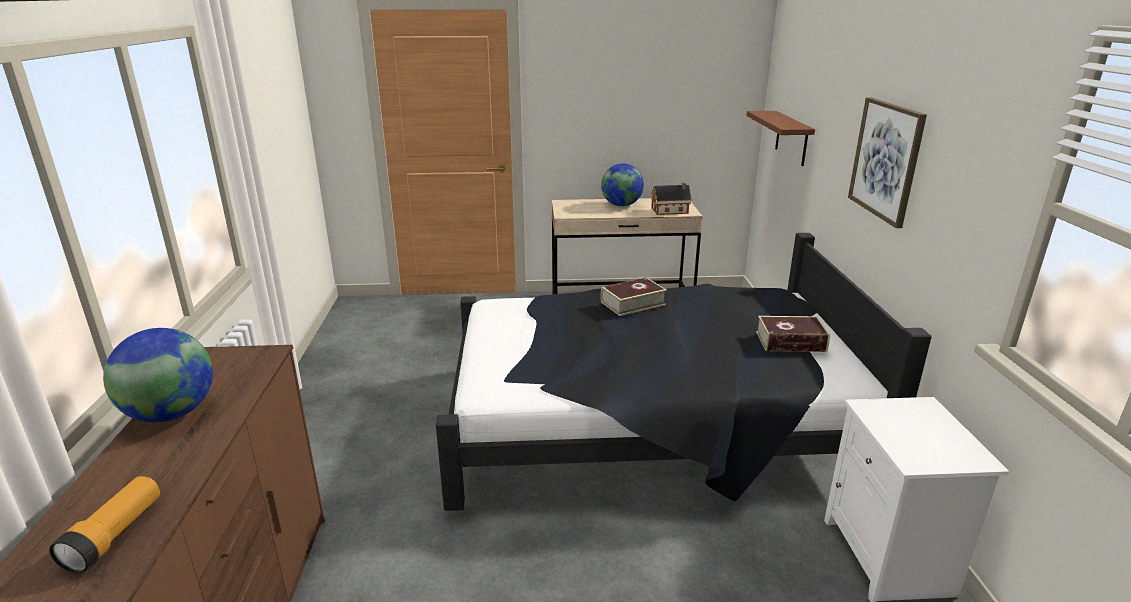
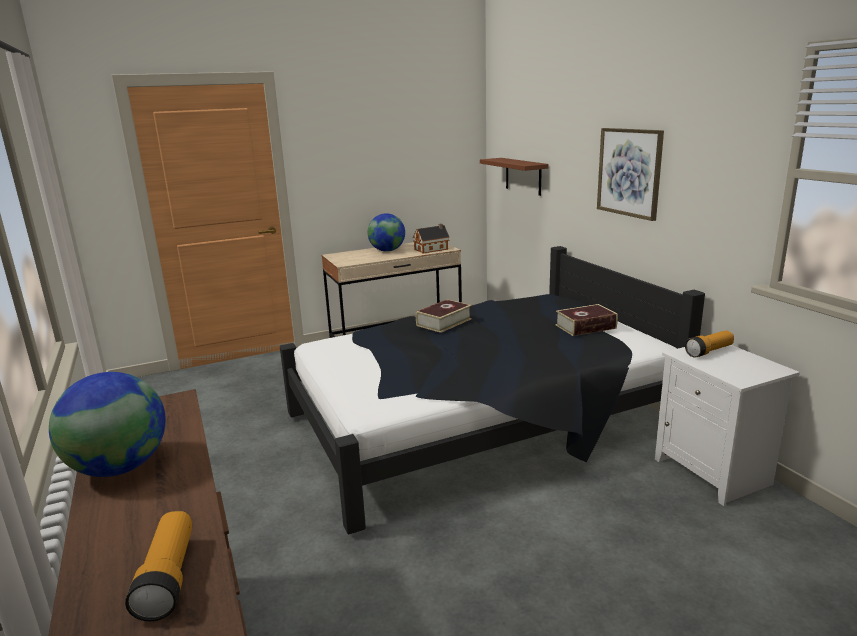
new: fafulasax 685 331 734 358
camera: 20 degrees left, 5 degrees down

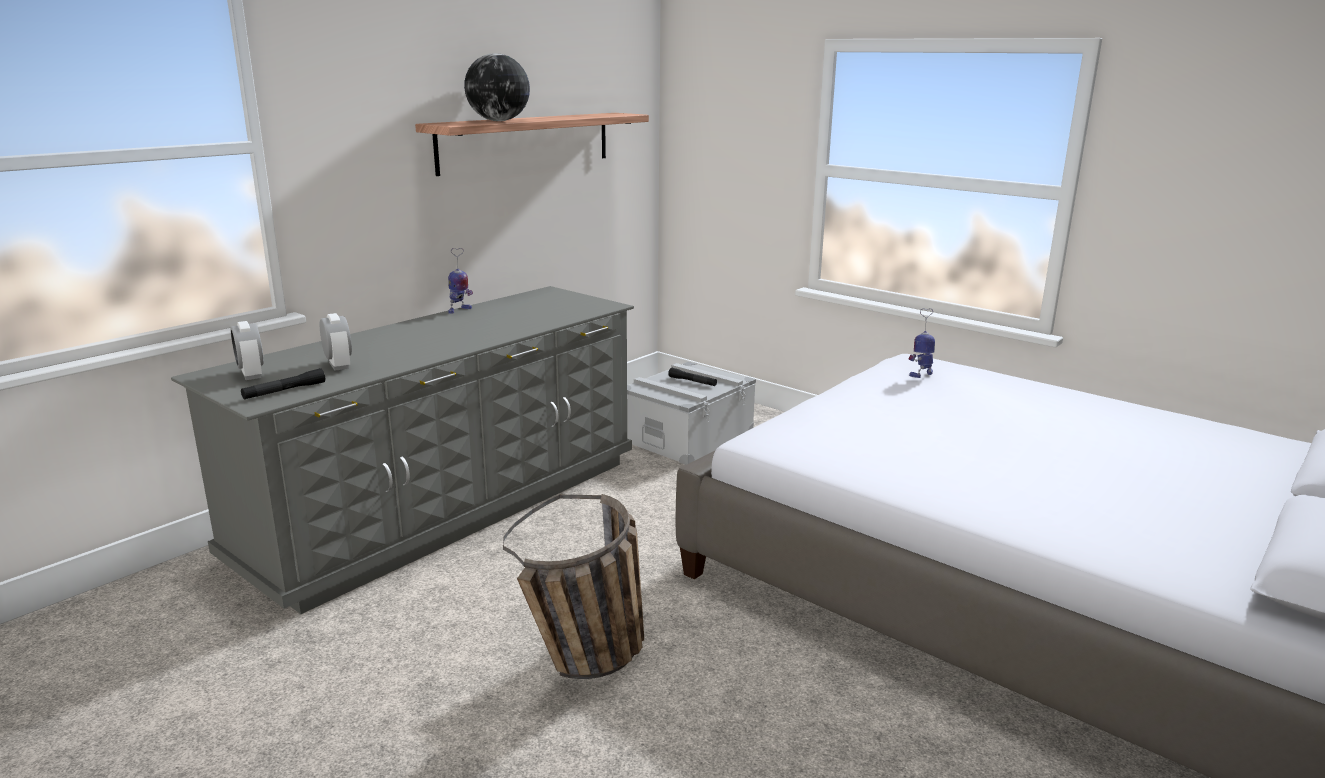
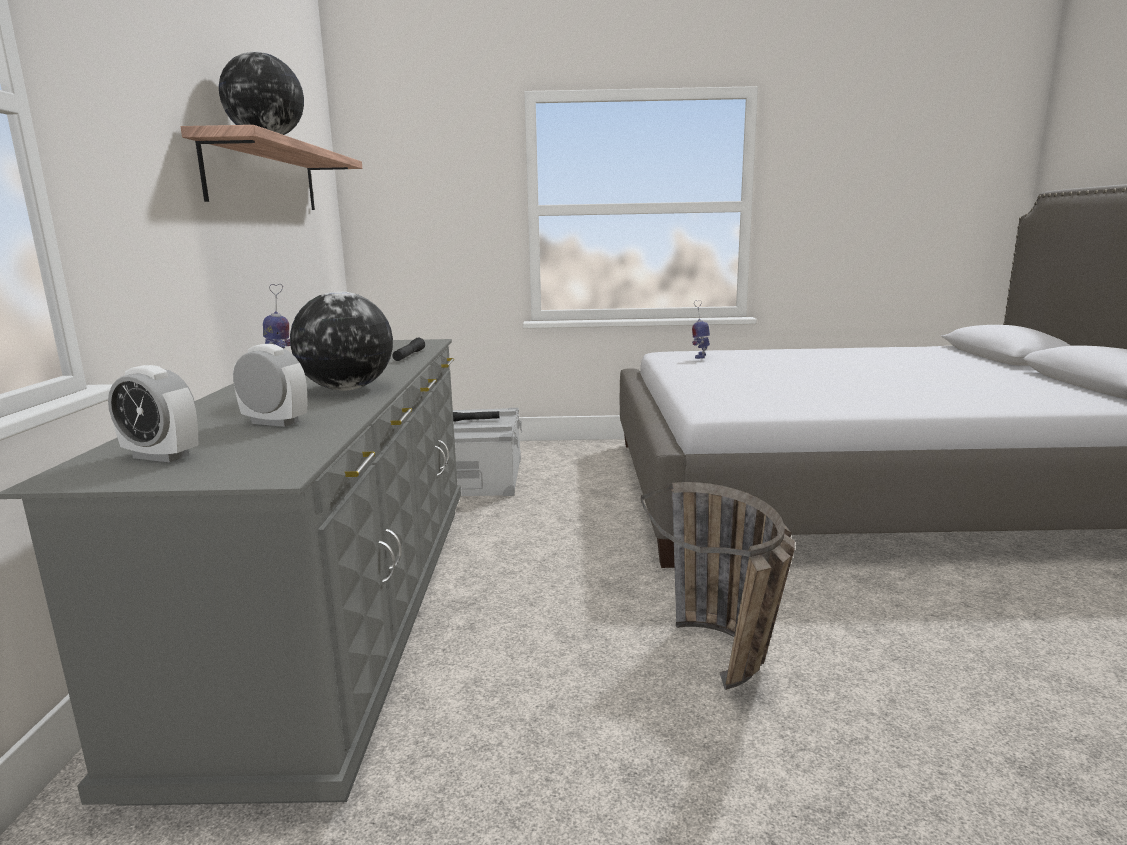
new: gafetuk 290 291 393 391
shifted: black_fafulasax 241 368 325 400 to 392 338 425 361
camera: 40 degrees left, 5 degrees down

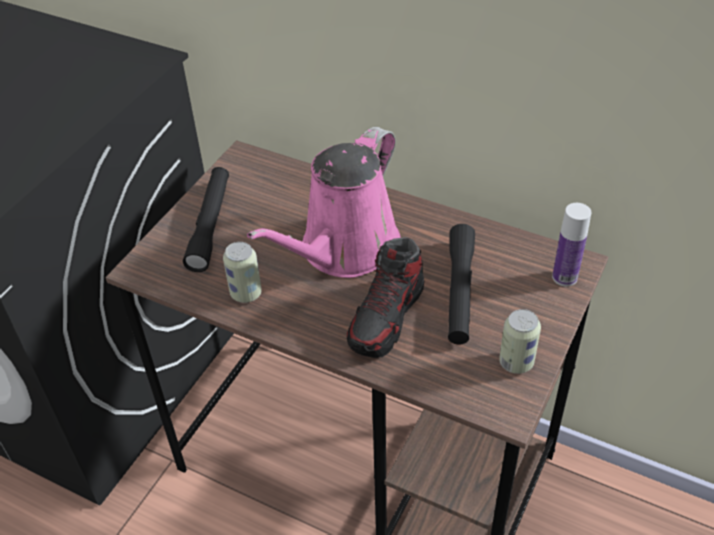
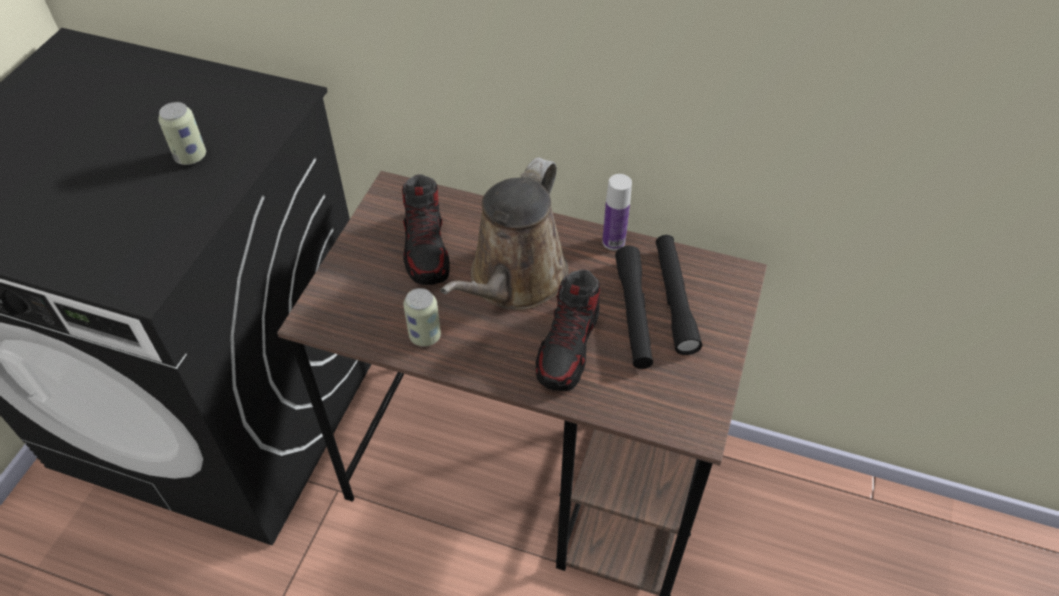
new: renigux 402 174 450 285
shifted: black_fafulasax 183 167 229 272 to 656 235 702 355; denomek 552 203 591 287 to 602 174 632 250; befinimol 499 309 541 374 to 158 102 206 165
repainted: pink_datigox 247 127 401 278 to brown_datigox 440 157 568 310
camera: 10 degrees left, 5 degrees up

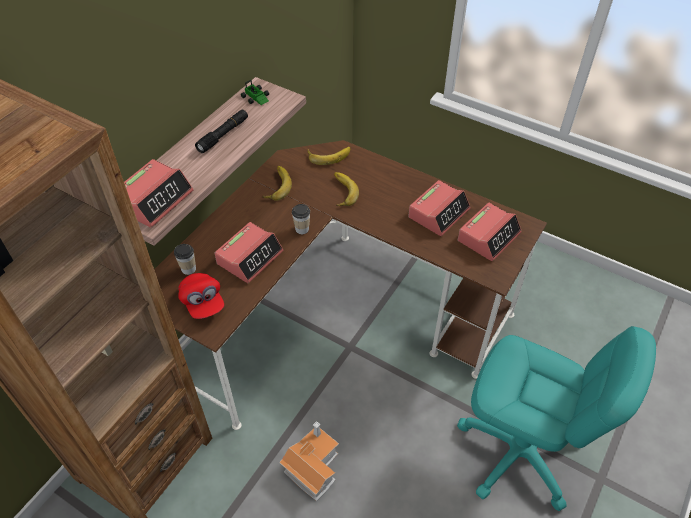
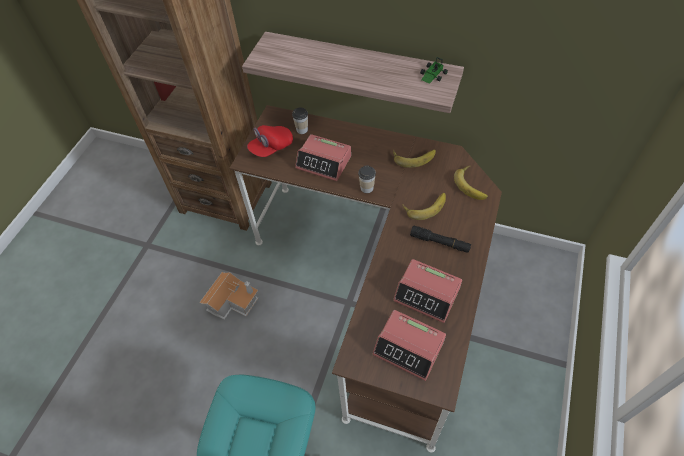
gone: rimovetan 124 159 194 228
shifted: black_fafulasax 195 110 248 153 to 410 226 471 253
camera: 80 degrees right, 5 degrees up

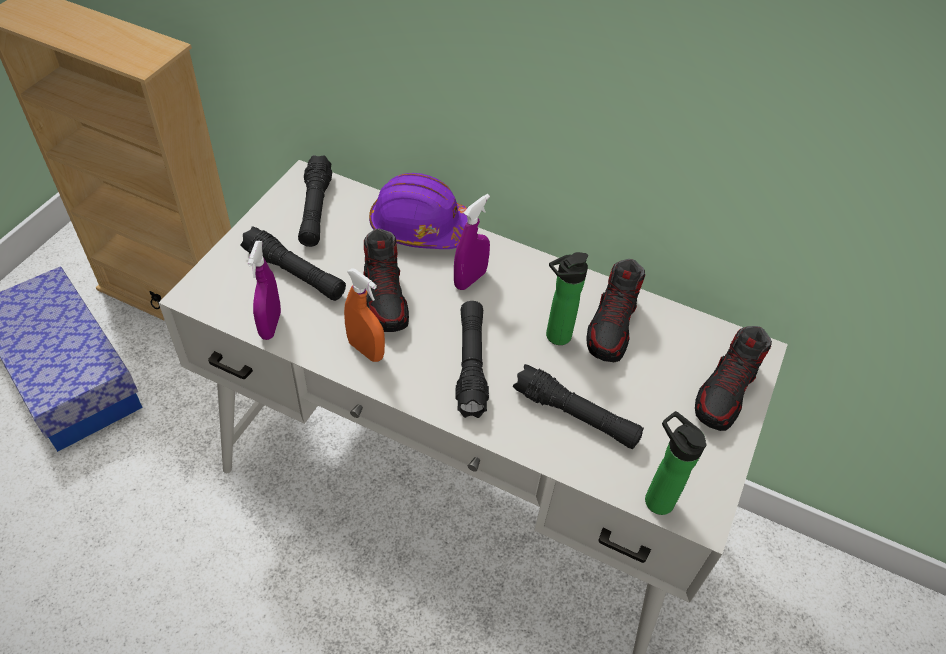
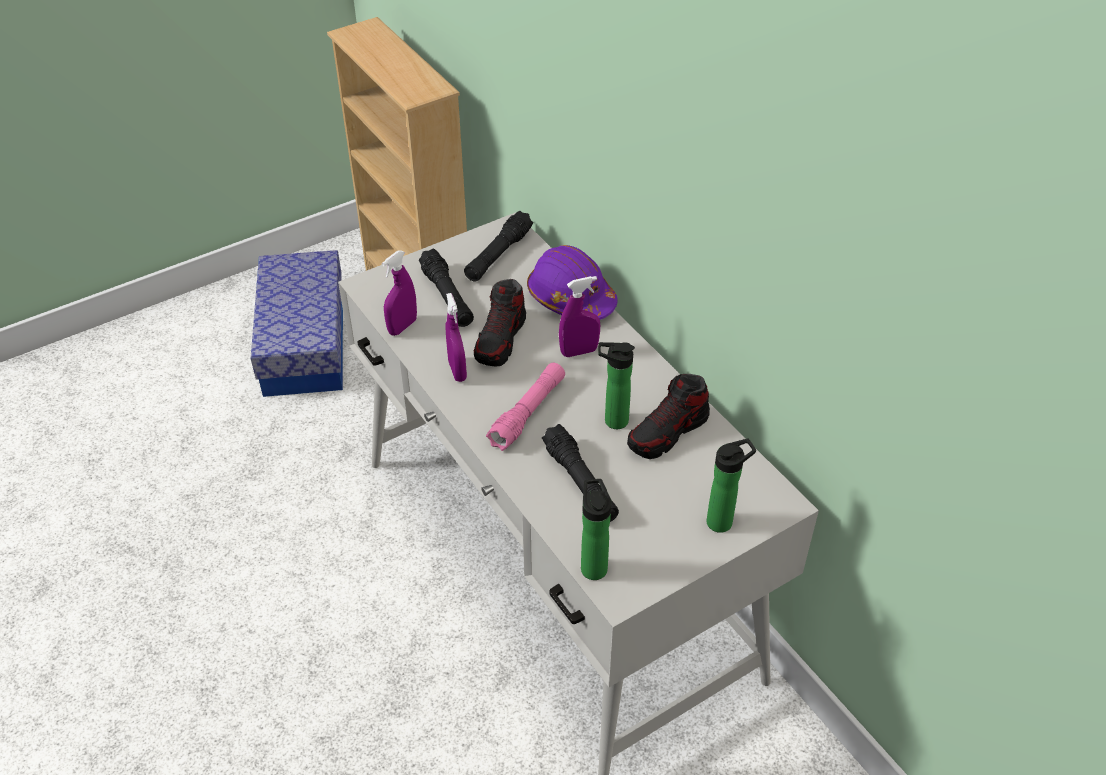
swapped: renigux 695 326 772 431 to denomek 707 439 756 533
repainted: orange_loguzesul 344 268 385 362 to purple_loguzesul 446 293 467 382; black_fafulasax 455 301 489 418 to pink_fafulasax 486 363 565 451
camera: 35 degrees right, 5 degrees down

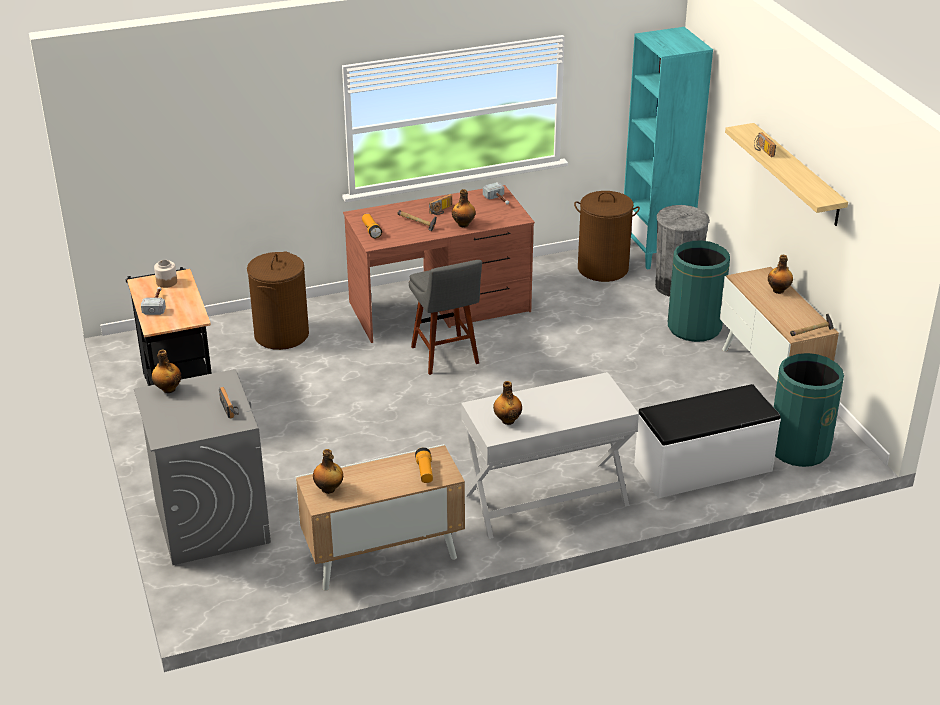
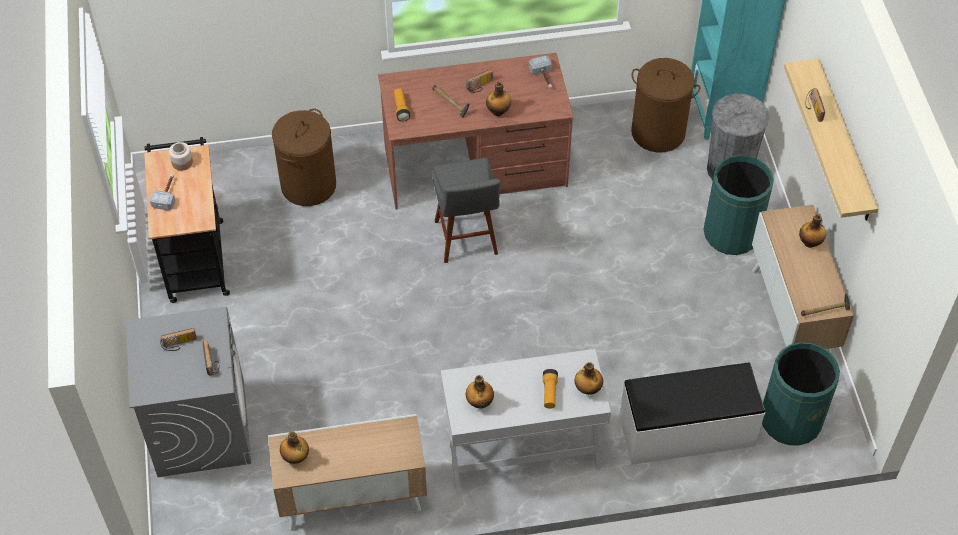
new: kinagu 160 328 197 351
shifted: denomek 152 350 181 393 to 575 362 603 395; fafulasax 415 447 433 483 to 543 369 558 408
camera: 10 degrees right, 20 degrees up

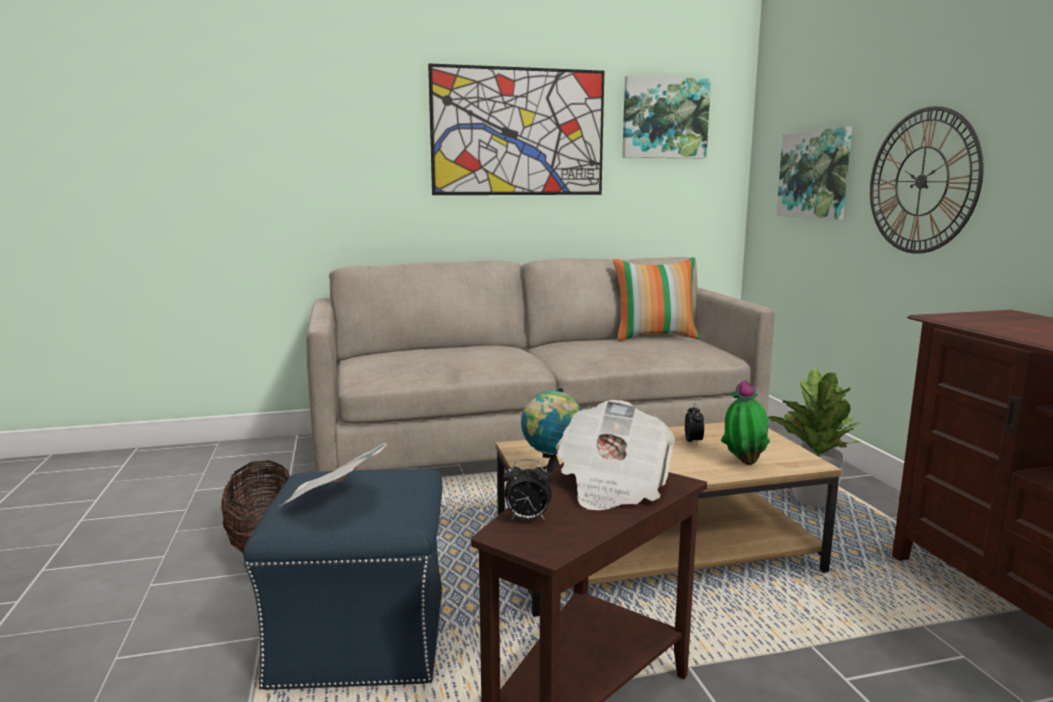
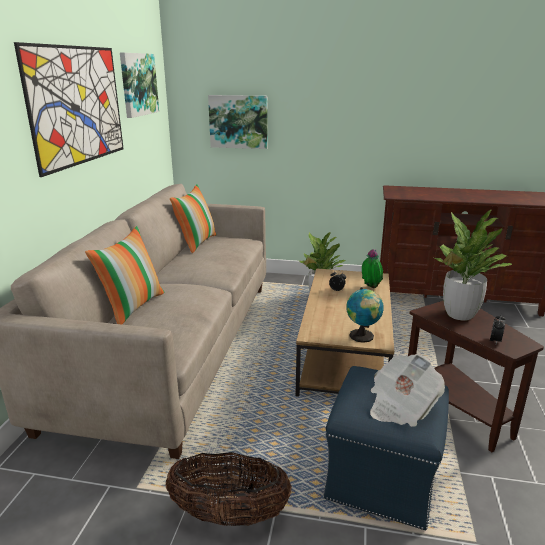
gone: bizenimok 870 106 984 254
new: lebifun 85 226 165 324
swapped: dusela 556 400 675 510 to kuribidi 435 210 512 321
camera: 65 degrees left, 10 degrees up

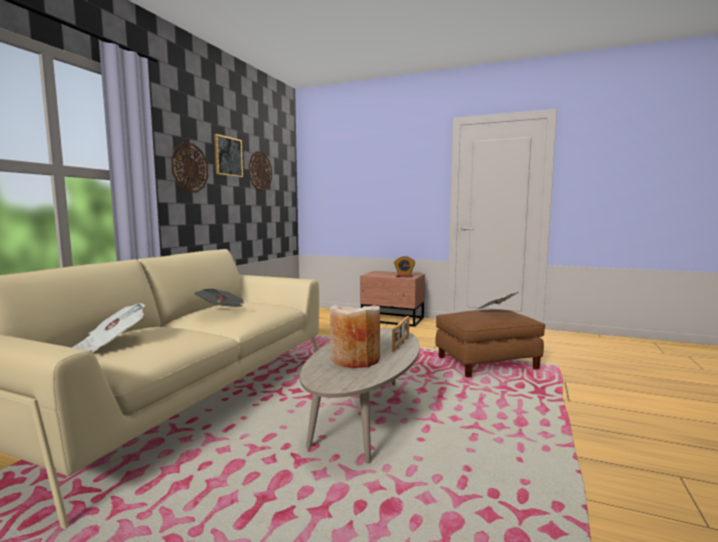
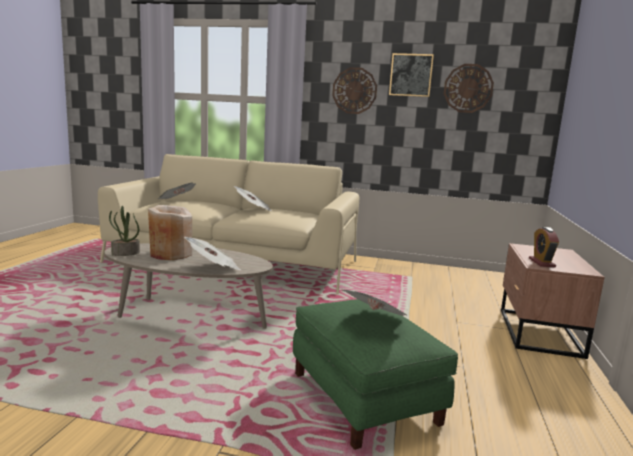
new: kuribidi 109 206 140 256
swapped: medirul 392 316 409 352 to dusela 184 237 241 270
repainted: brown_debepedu 435 309 545 378 to green_debepedu 293 299 458 450
camera: 80 degrees right, 5 degrees up

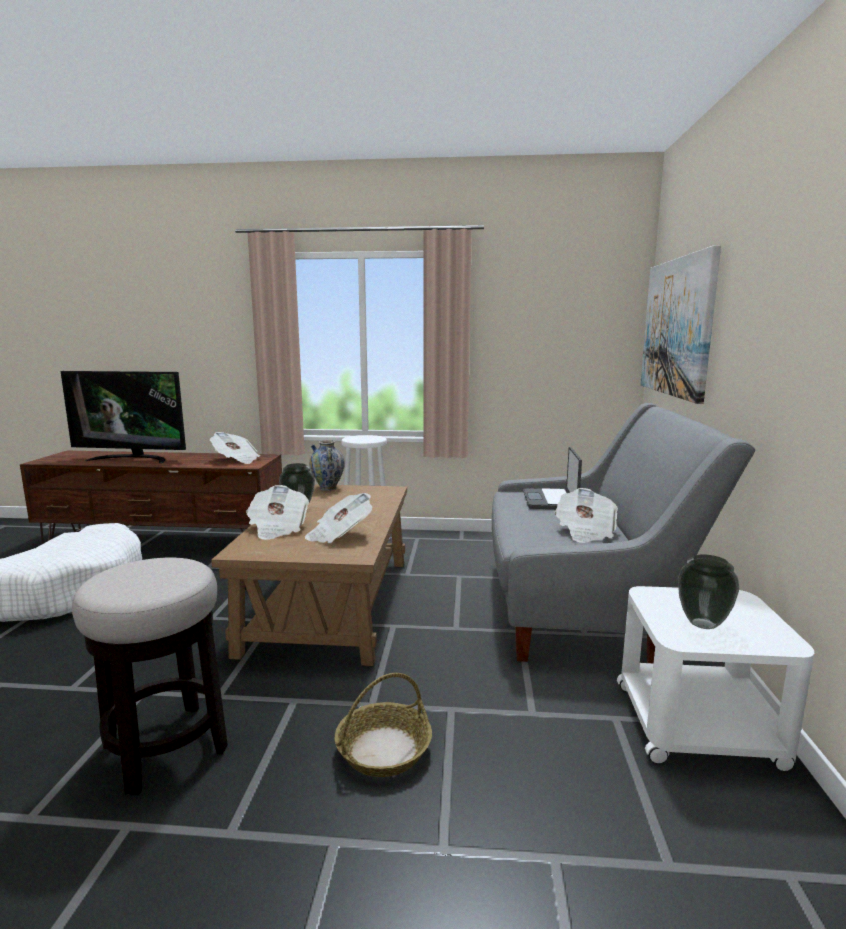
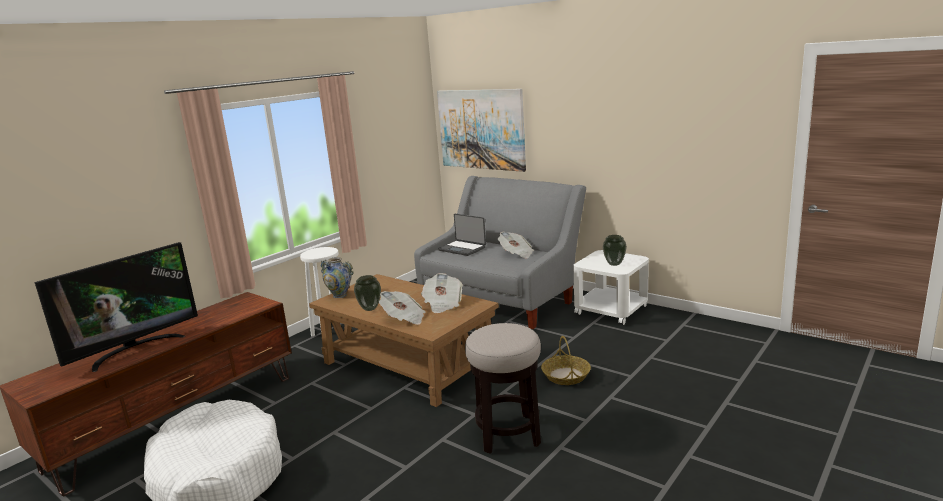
gone: dusela 210 432 260 464
camera: 55 degrees left, 5 degrees up

